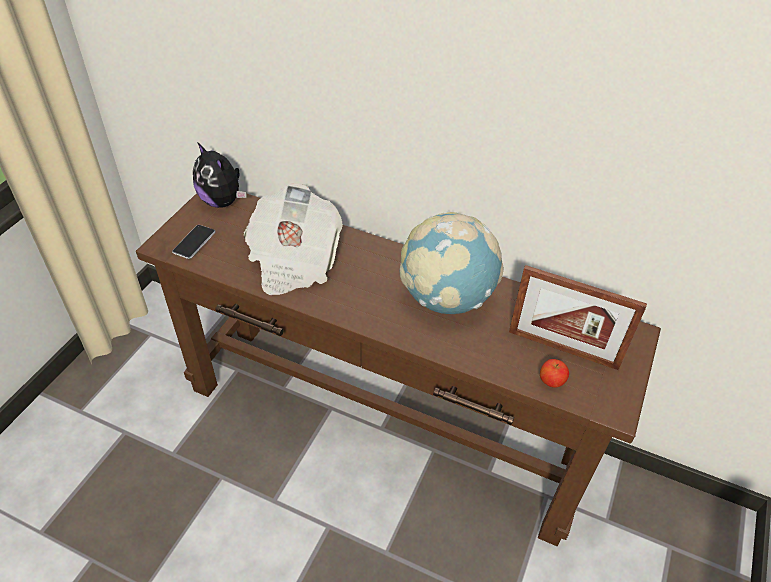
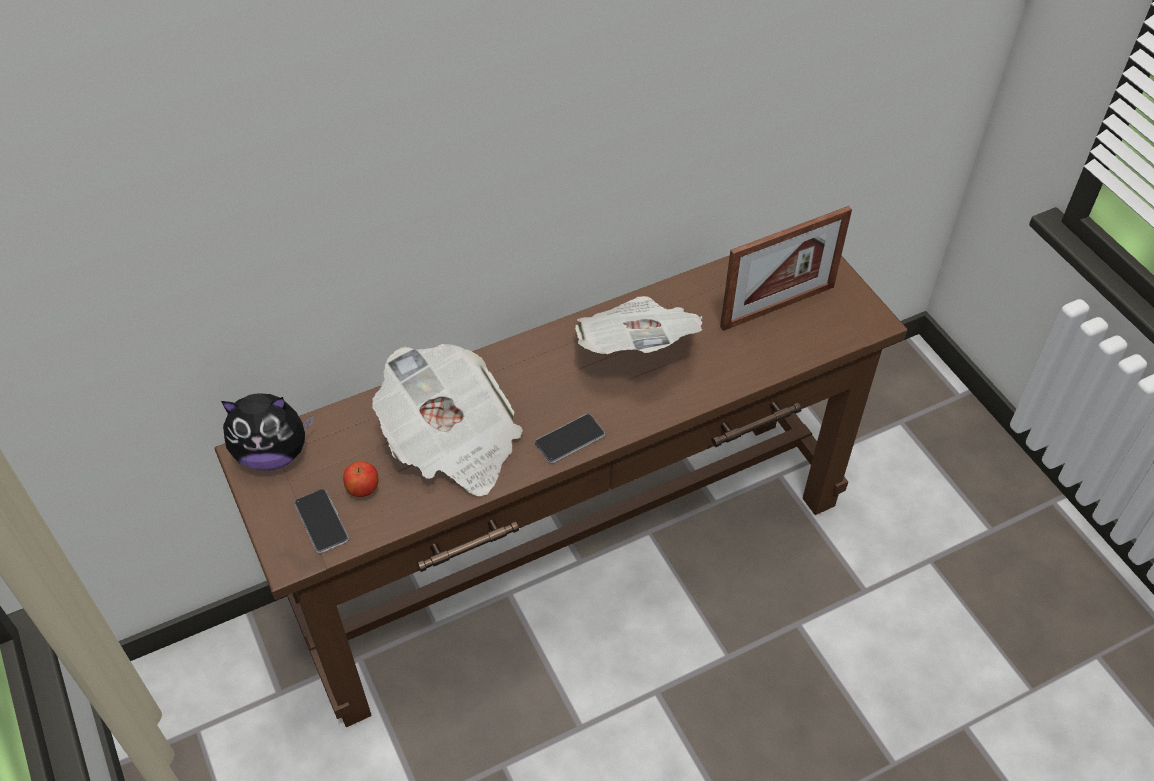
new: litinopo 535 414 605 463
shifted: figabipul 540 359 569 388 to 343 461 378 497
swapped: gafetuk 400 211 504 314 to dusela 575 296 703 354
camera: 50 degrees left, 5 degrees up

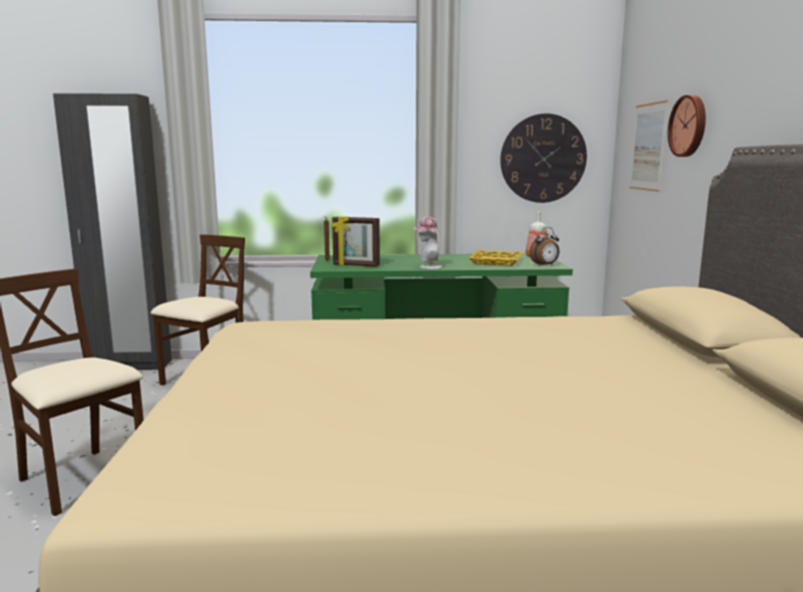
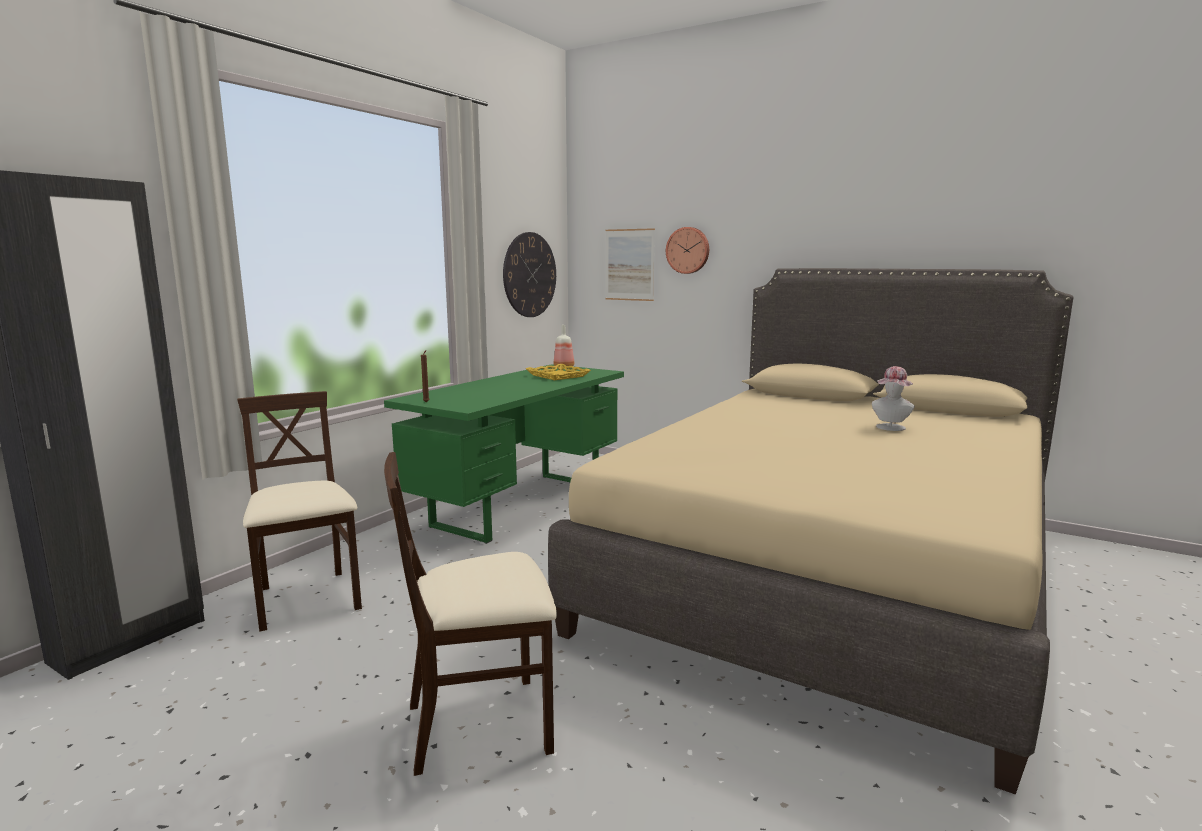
gone: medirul 332 216 380 267; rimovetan 529 227 559 266
shifted: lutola 412 216 442 269 to 872 366 915 431
camera: 55 degrees left, 0 degrees up

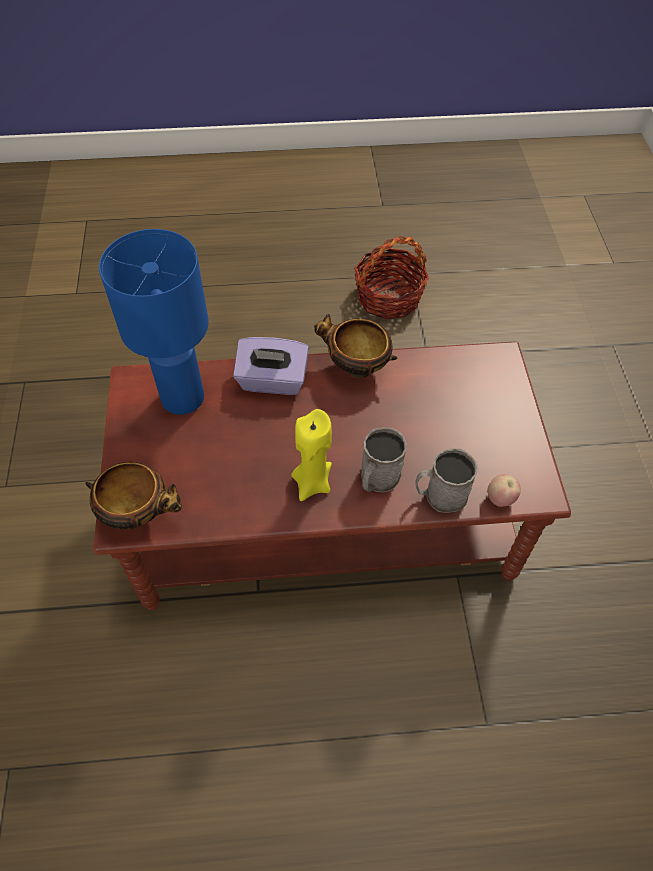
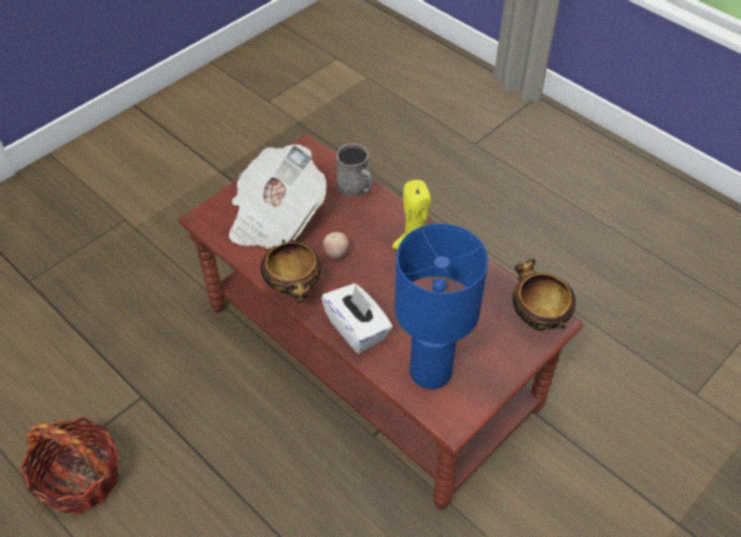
gone: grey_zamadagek 361 427 407 492
new: dusela 229 144 326 249
shifted: figabipul 487 474 521 507 to 323 232 349 259
repainted: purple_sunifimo 233 337 309 395 to white_sunifimo 321 283 393 354
camera: 130 degrees left, 5 degrees down

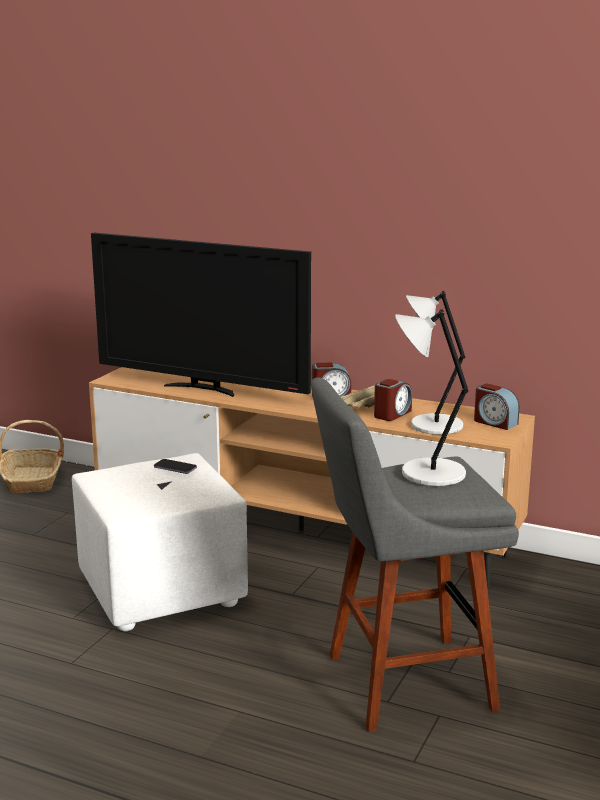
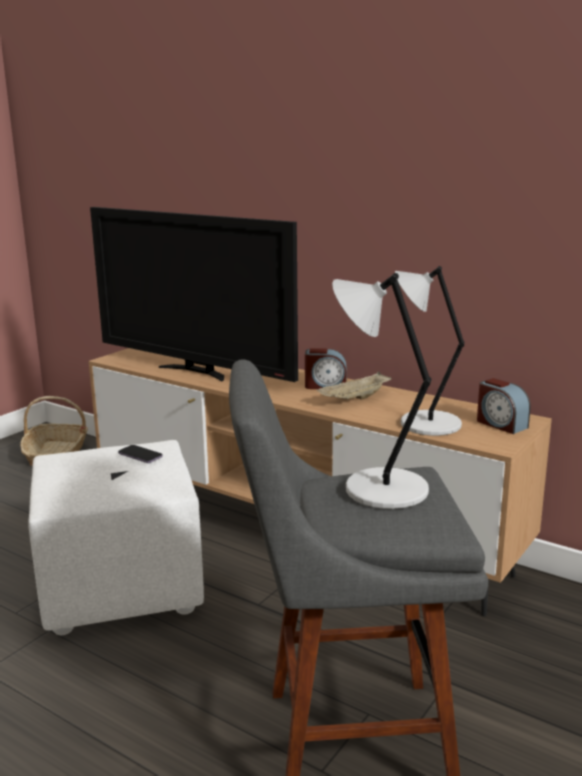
gone: rimovetan 374 379 412 421
camera: 10 degrees right, 0 degrees up

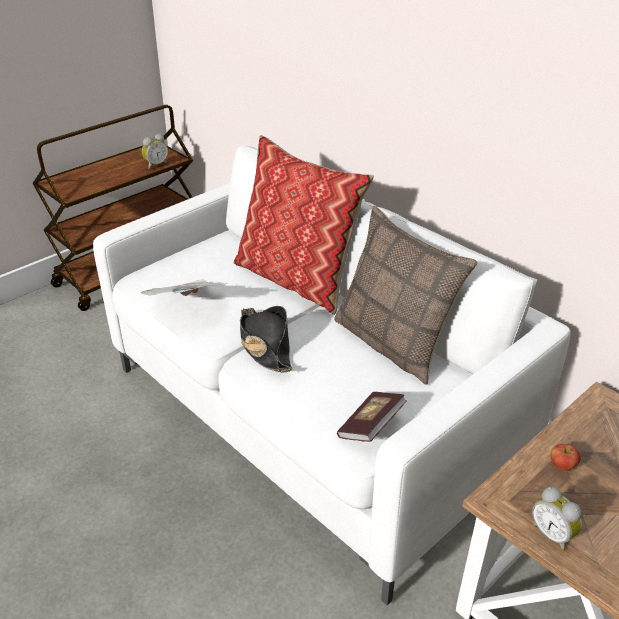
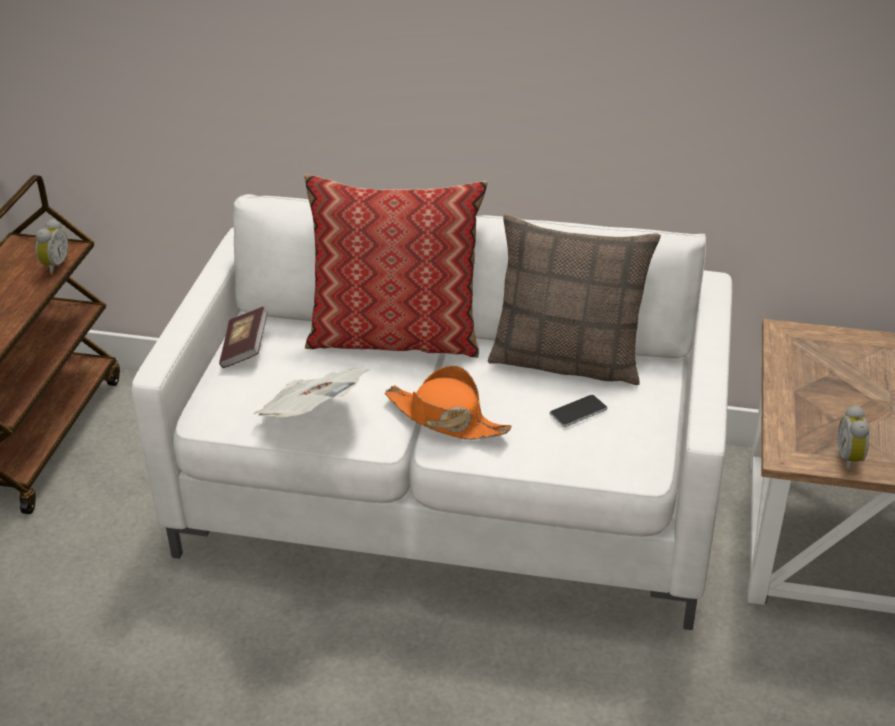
gone: figabipul 551 444 581 471
new: litinopo 550 395 607 427
shifted: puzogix 337 392 407 442 to 219 307 268 368
repainted: black_lutola 240 306 293 373 to orange_lutola 385 365 512 440
rotated: rimovetan 532 487 582 551 = 838 405 870 472 75 degrees clockwise
camera: 35 degrees left, 0 degrees up

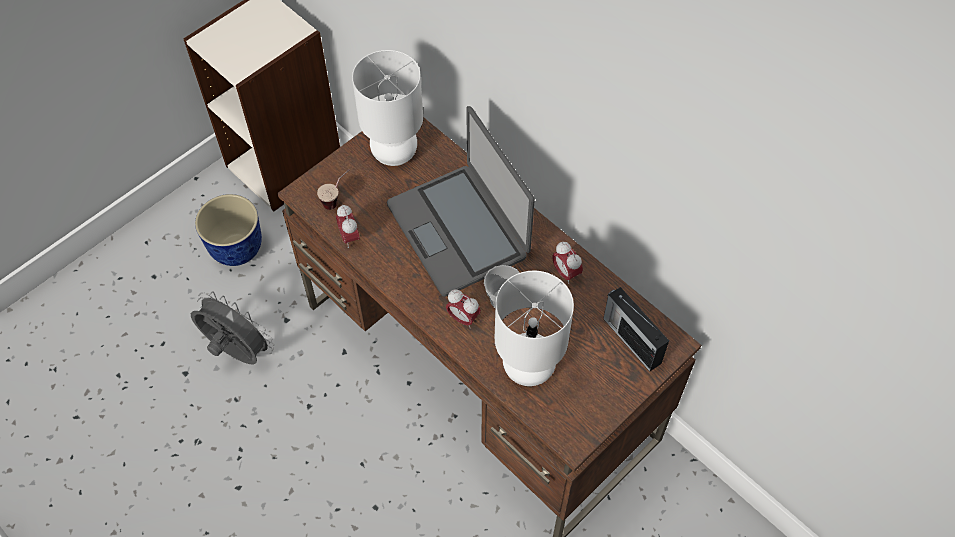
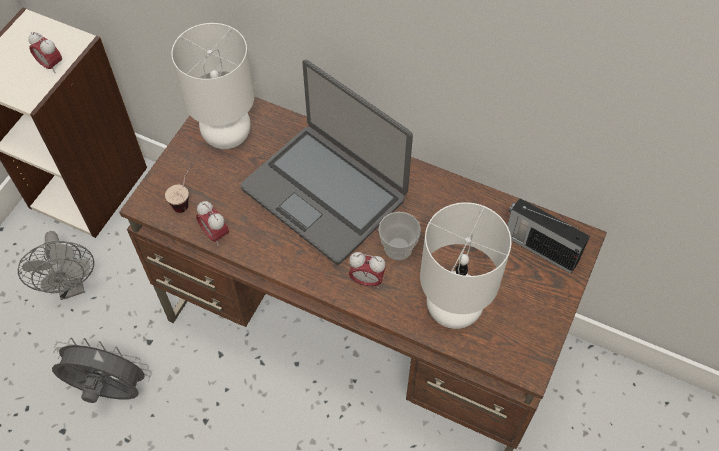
shifted: rimovetan 552 242 583 284 to 28 32 62 73
swapped: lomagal 195 194 262 266 to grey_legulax 18 231 94 300
camera: 20 degrees left, 0 degrees up

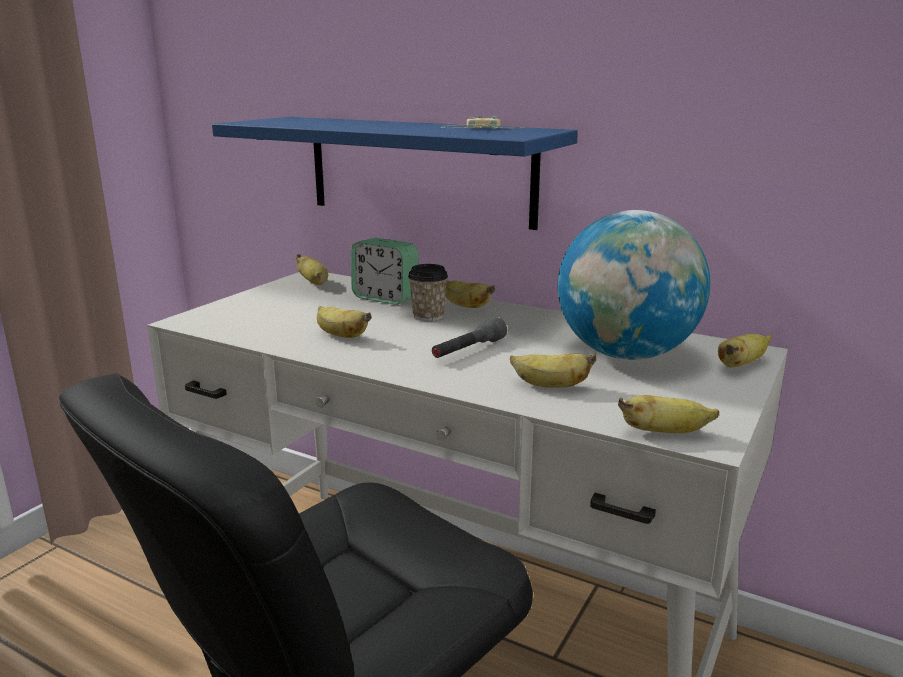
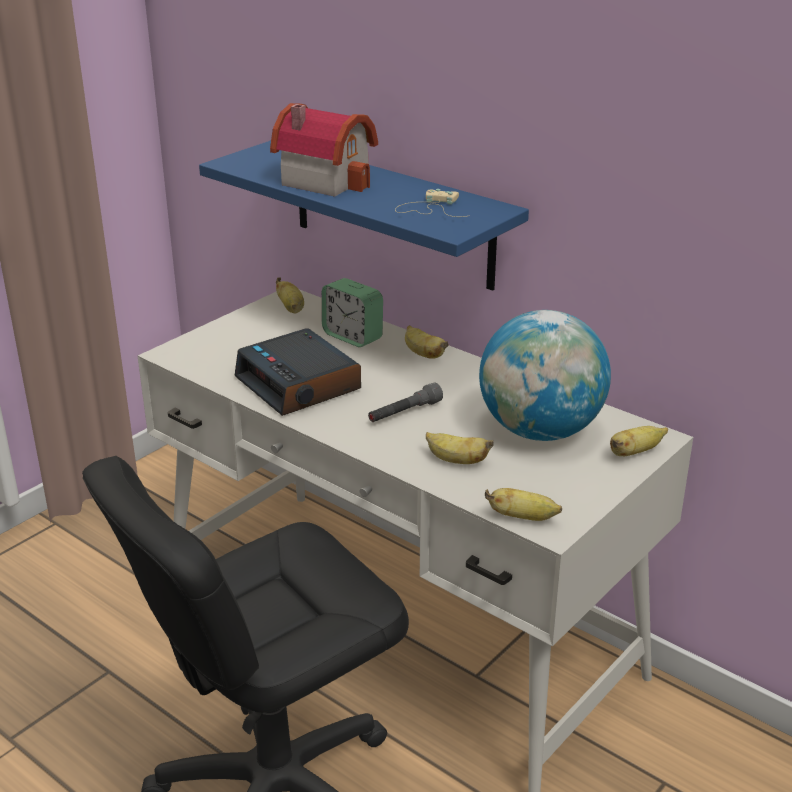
gone: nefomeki 408 264 448 321
new: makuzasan 270 103 378 197
swapped: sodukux 317 306 371 338 to rimovetan 234 328 361 416
camera: 10 degrees right, 10 degrees up

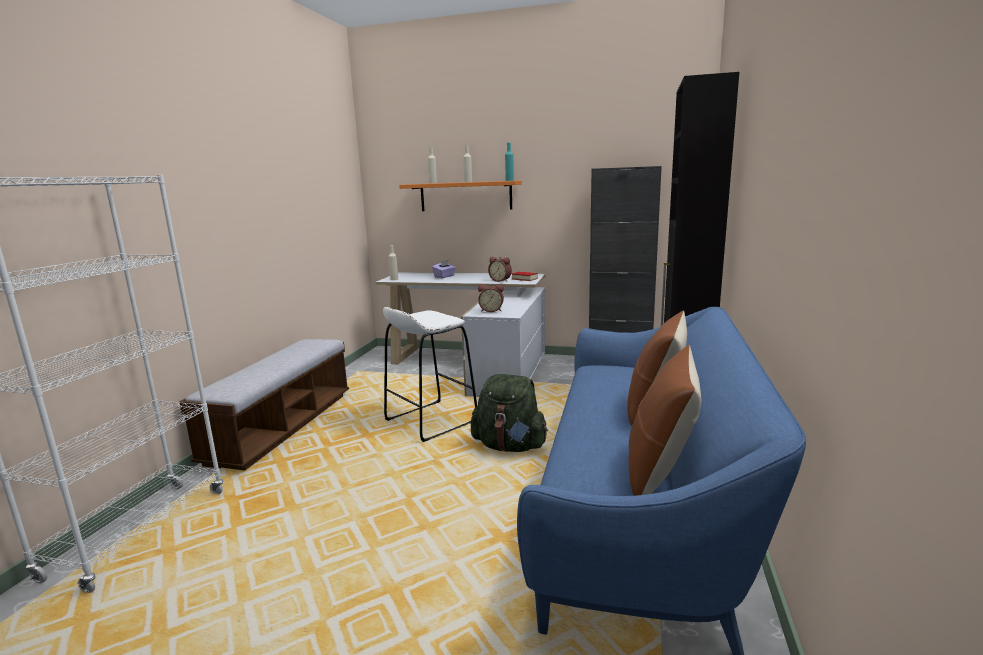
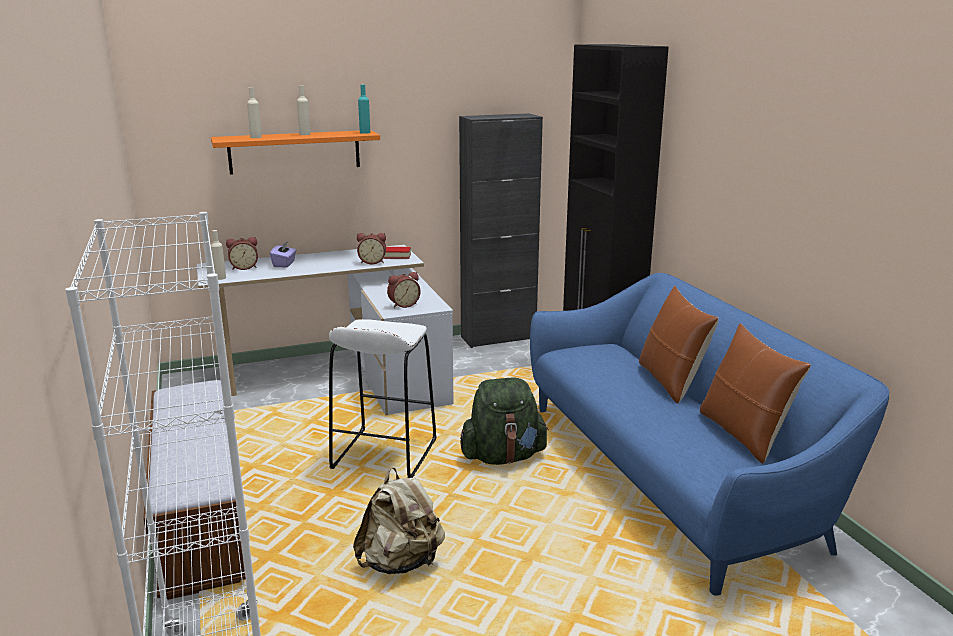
new: rimovetan 226 237 258 270; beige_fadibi 353 468 445 574
camera: 35 degrees left, 5 degrees up

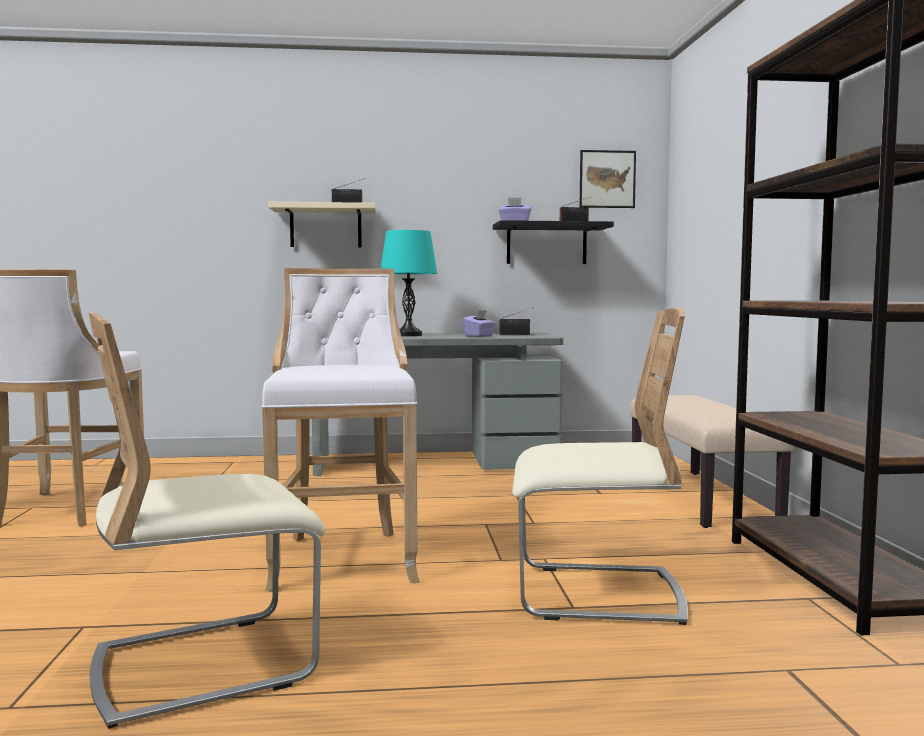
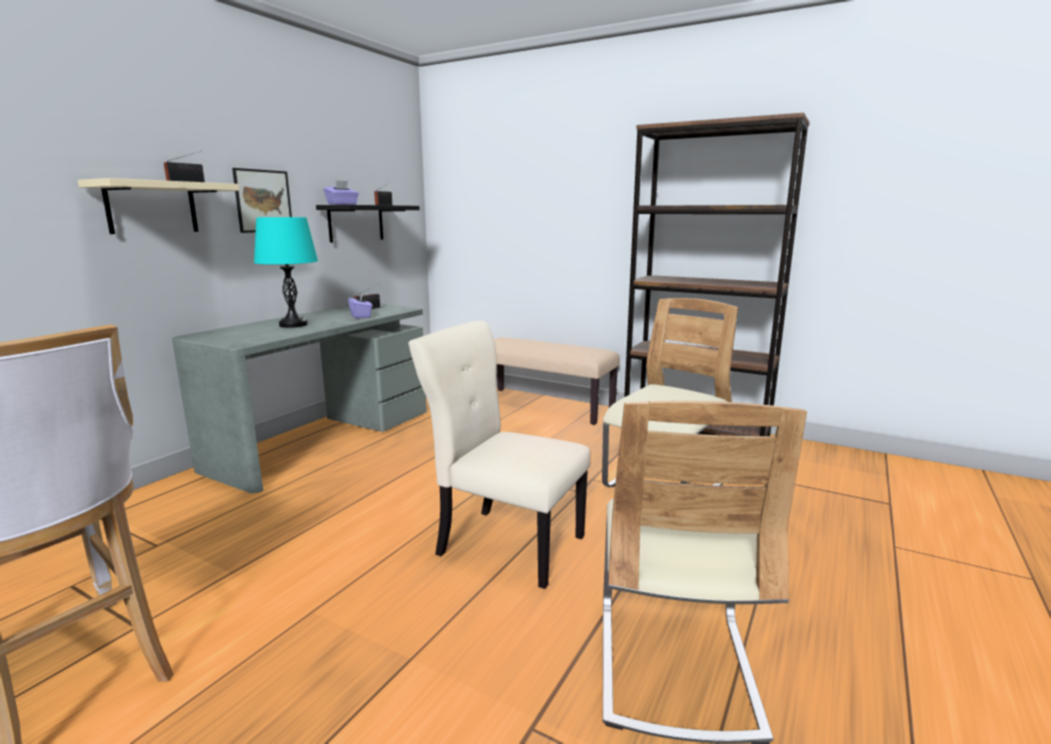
shifted: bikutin 580 150 636 208 to 232 168 292 233
swapped: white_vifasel 262 268 420 591 to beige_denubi 408 321 590 589
camera: 55 degrees left, 10 degrees up

